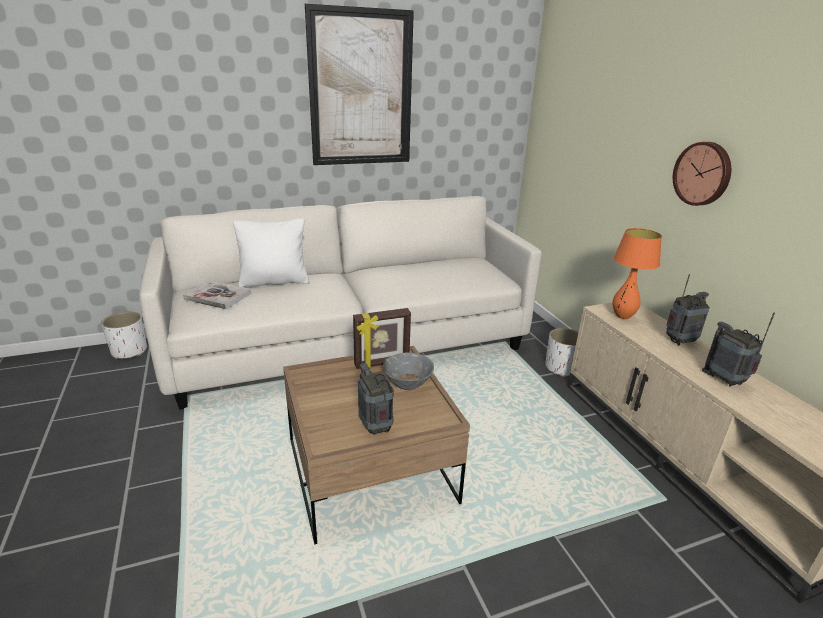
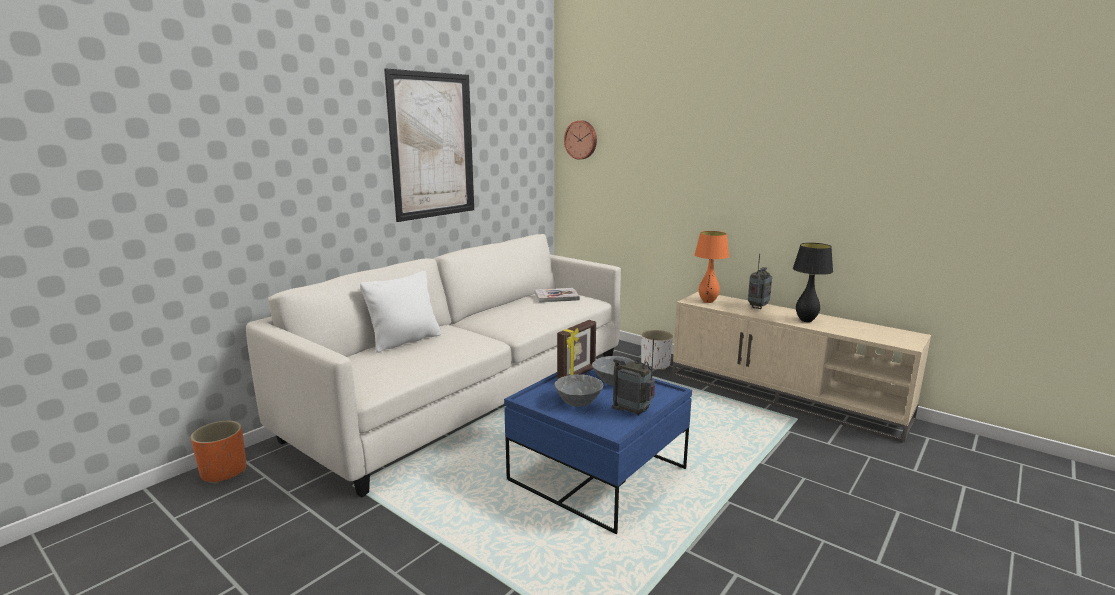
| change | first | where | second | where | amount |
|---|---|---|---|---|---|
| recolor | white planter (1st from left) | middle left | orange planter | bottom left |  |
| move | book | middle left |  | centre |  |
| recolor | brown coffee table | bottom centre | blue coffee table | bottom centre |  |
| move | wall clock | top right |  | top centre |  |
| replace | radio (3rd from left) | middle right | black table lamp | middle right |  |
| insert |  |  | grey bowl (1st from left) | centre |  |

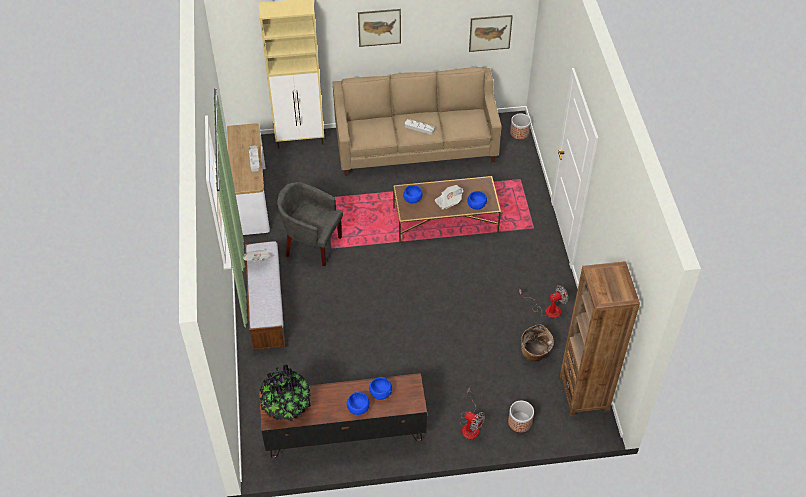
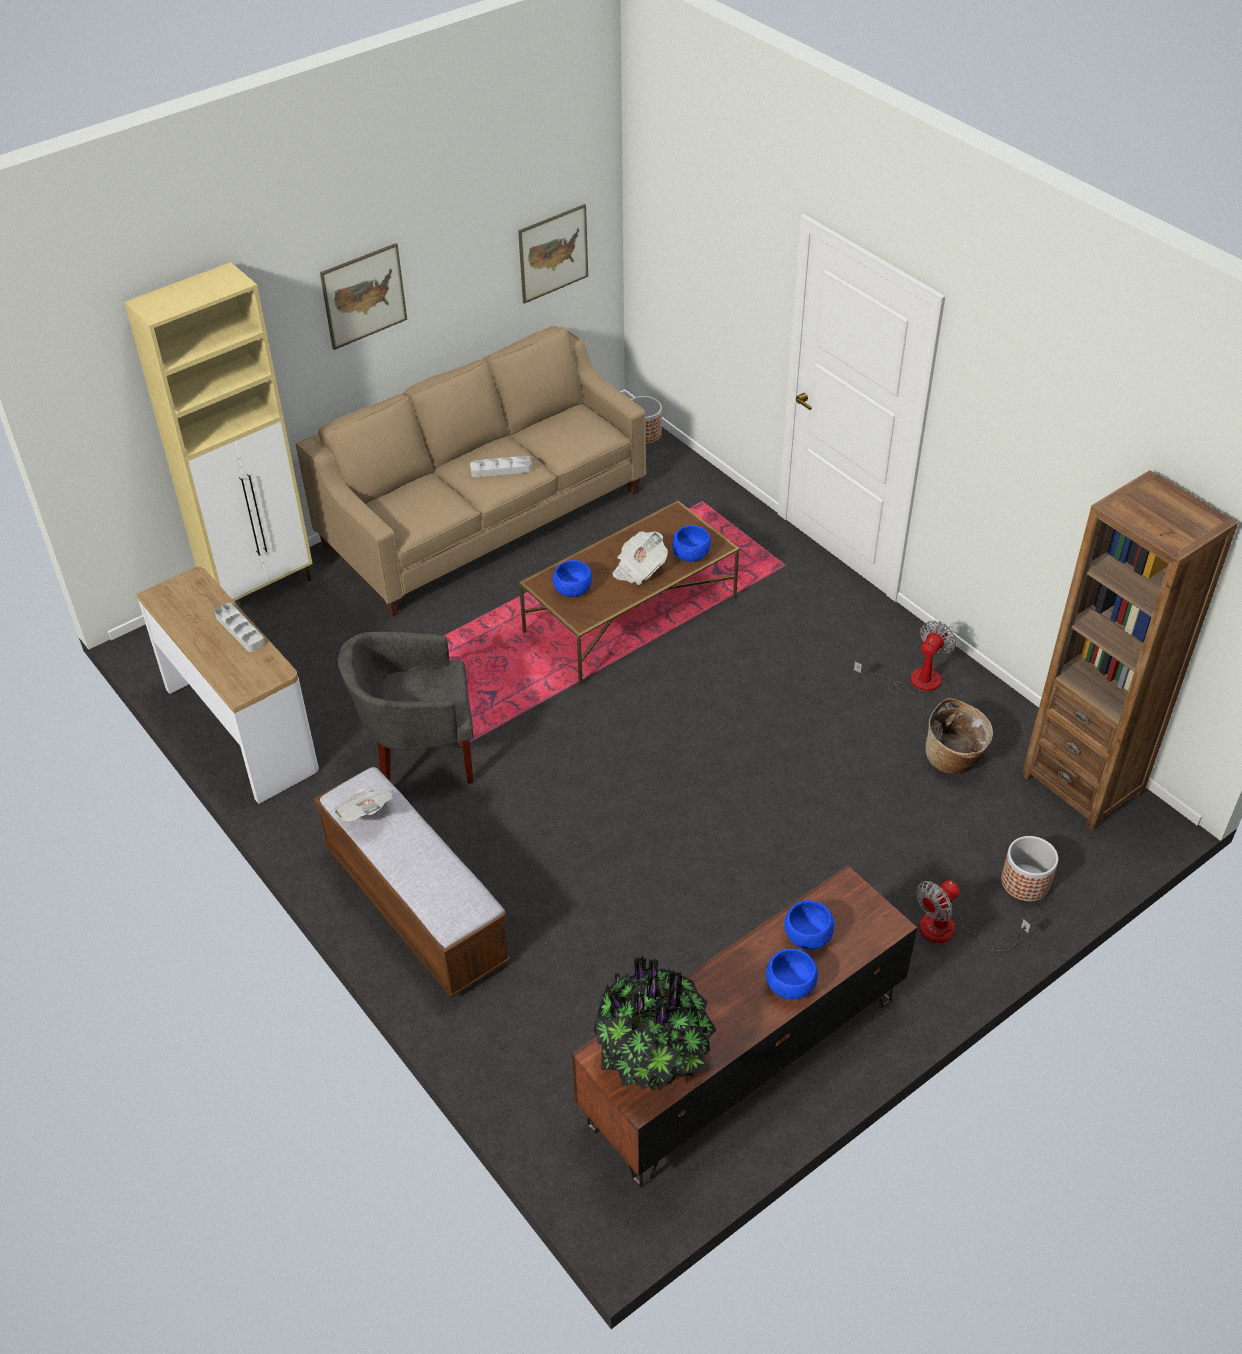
| change | first | where | second | where | amount |
|---|---|---|---|---|---|
| rotate | fan (1st from left in the first image) | bottom centre | fan (2nd from left) | bottom right | 135 degrees clockwise |

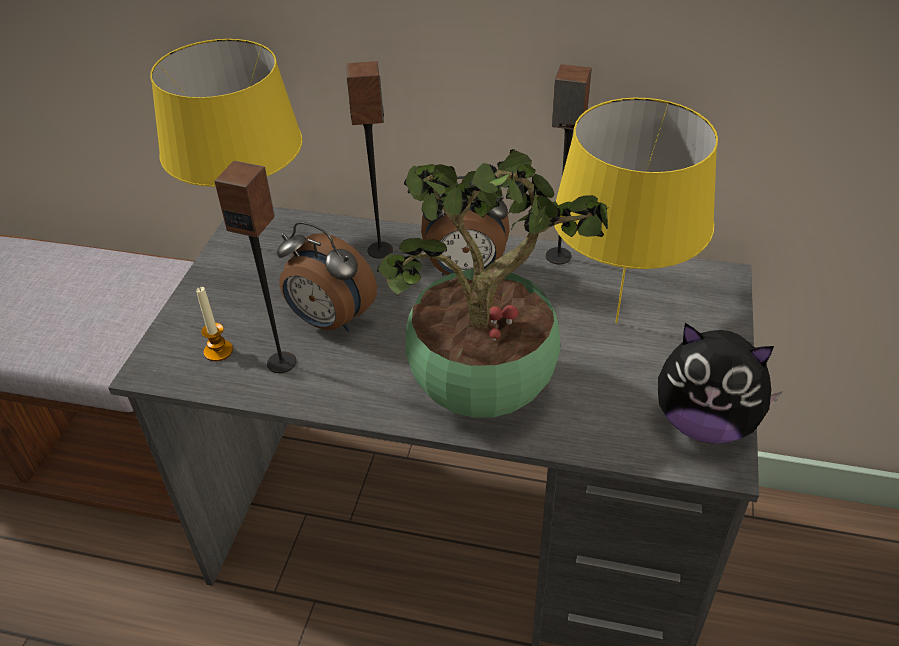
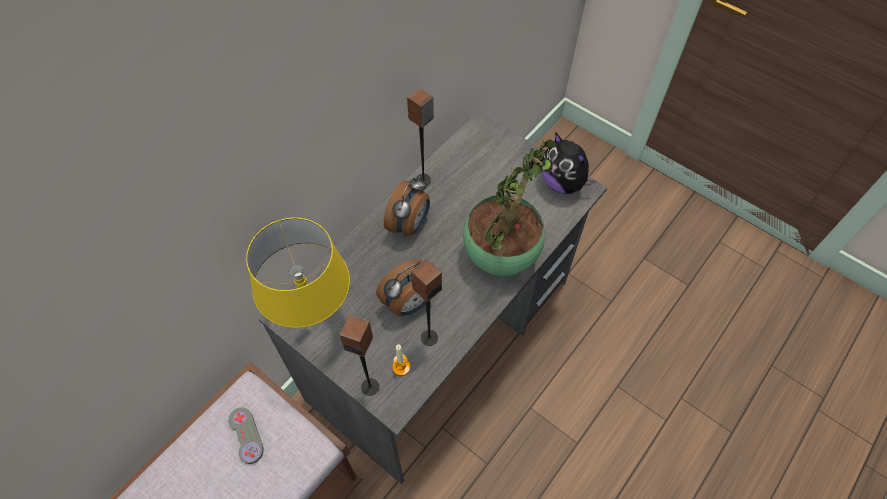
| change | first | where | second | where | amount |
|---|---|---|---|---|---|
| move | speaker (2nd from left in the first image) | top centre | speaker (1st from left) | bottom centre |  |
| delete | yellow table lamp (2nd from left) | top right |  |  |  |
| rotate | plush toy | middle right |  | top centre | 90 degrees clockwise |
| insert |  |  | grey game controller | bottom left |  |

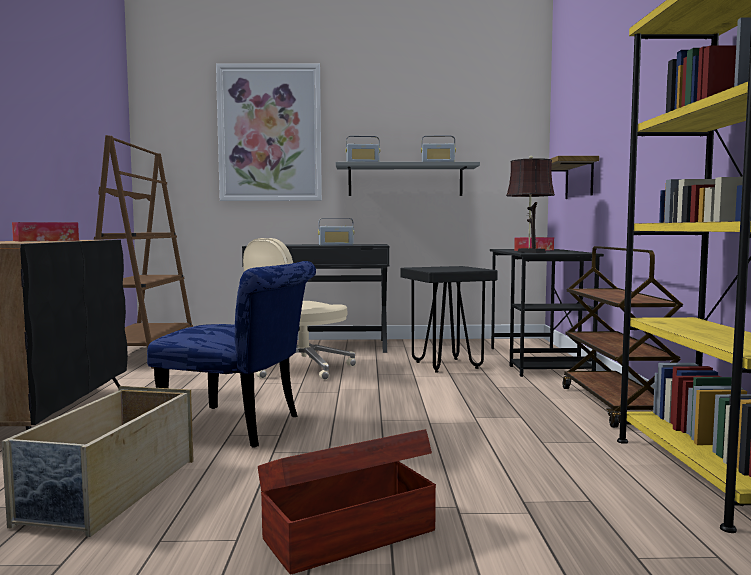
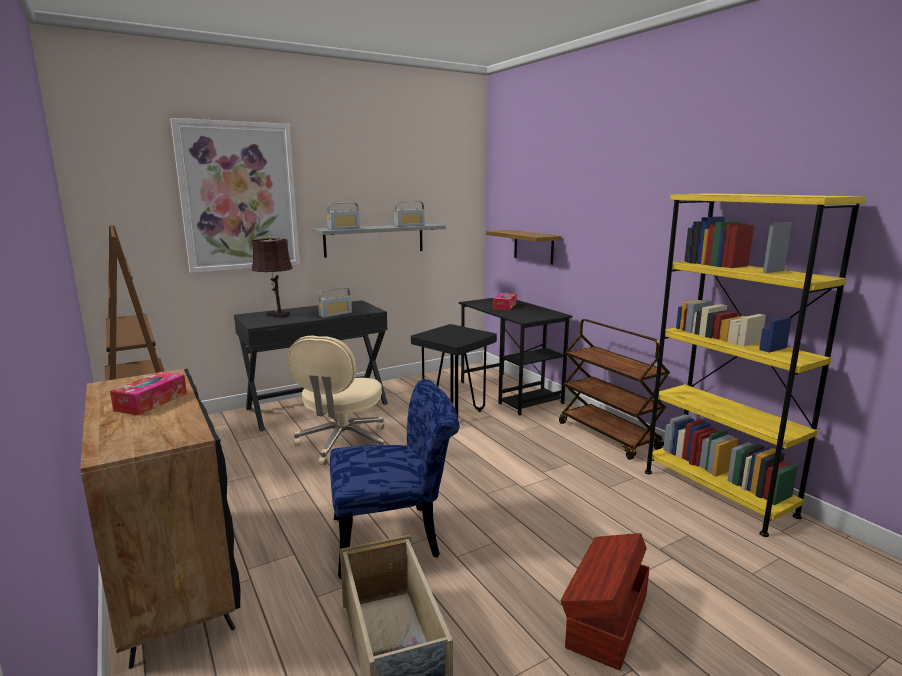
| change | first | where | second | where | amount |
|---|---|---|---|---|---|
| move | brown table lamp | middle right |  | middle left |  |

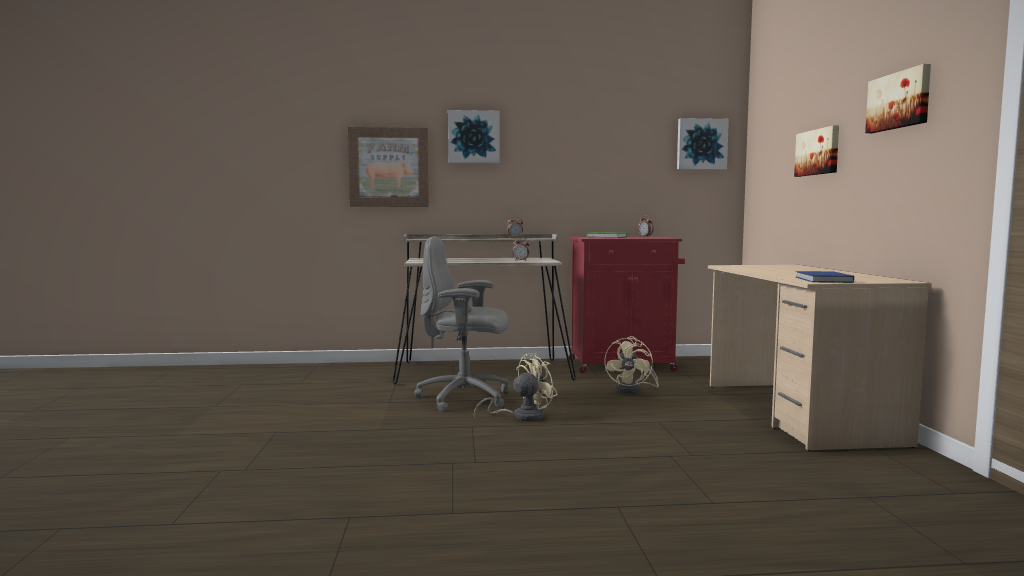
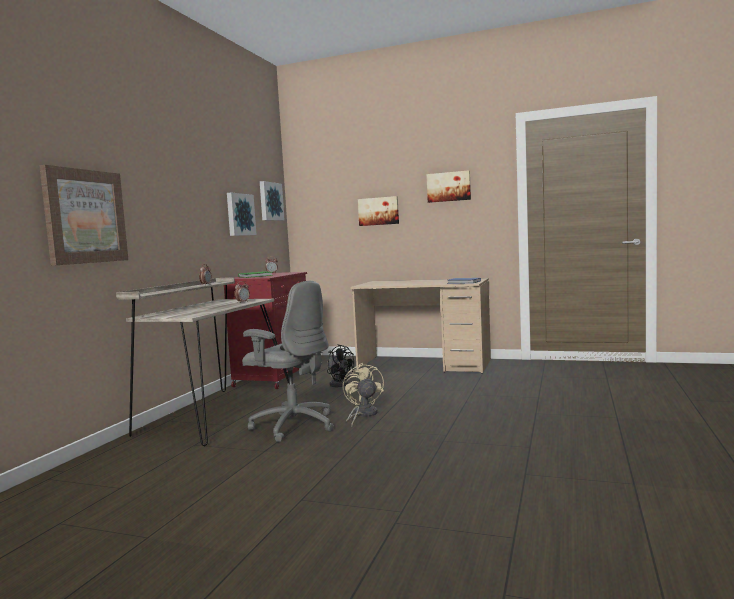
| change | first | where | second | where | amount |
|---|---|---|---|---|---|
| rotate | grey office chair | centre |  | centre | 90 degrees counterclockwise |
| move | picture (2nd from left) | top centre |  | middle left |  |
| recolor | beige fan (2nd from left) | centre | black fan | centre |  |

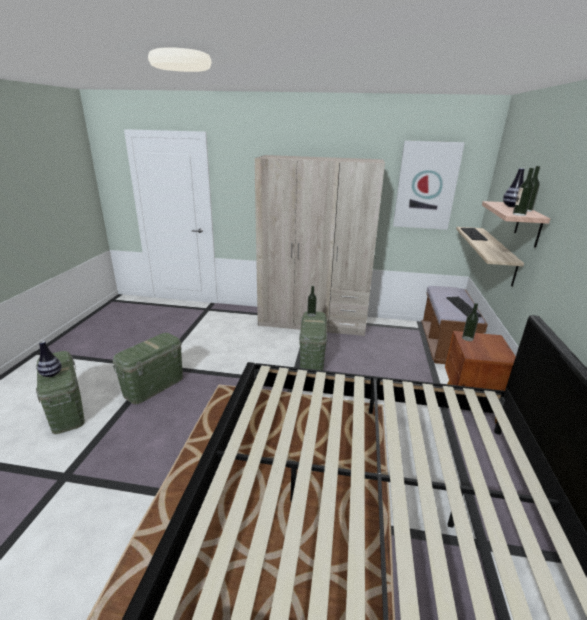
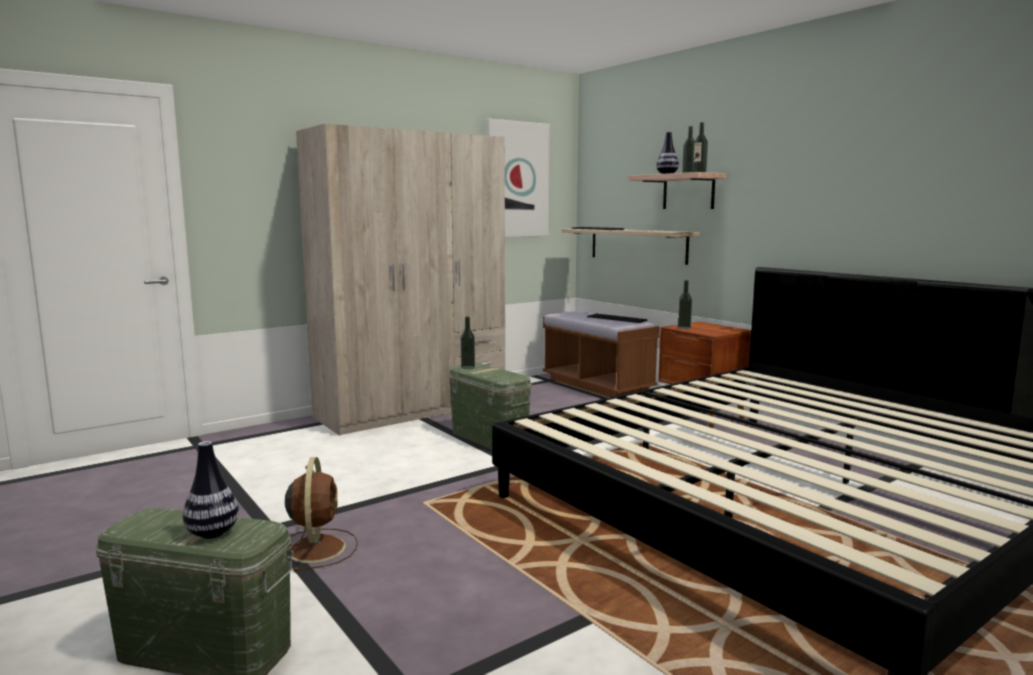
| change | first | where | second | where | amount |
|---|---|---|---|---|---|
| replace | green storage box (2nd from left) | middle left | brown fan | bottom left |  |

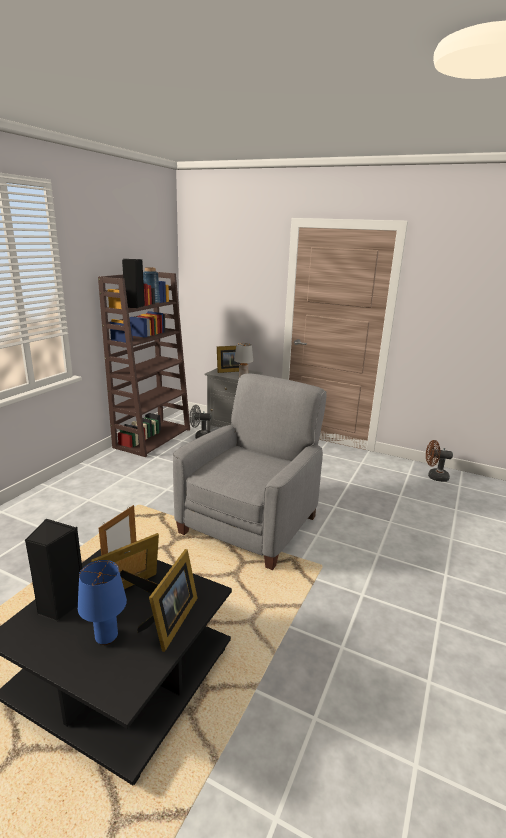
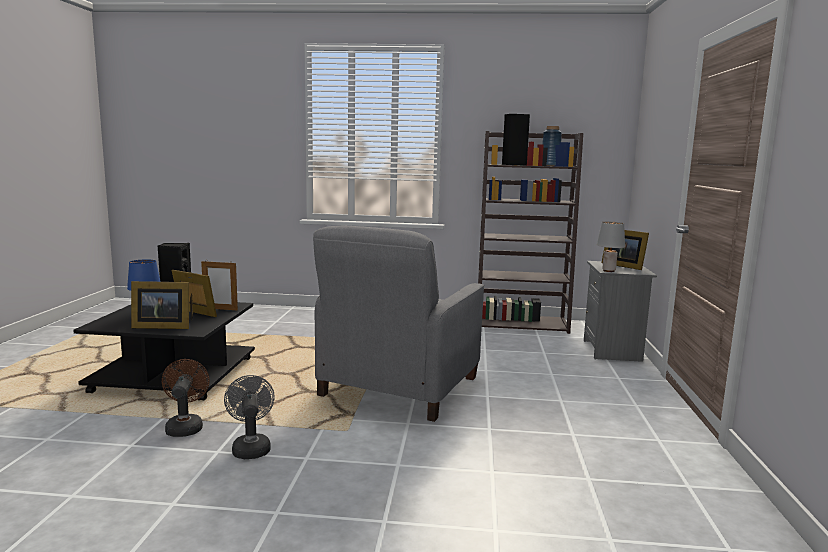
| change | first | where | second | where | amount |
|---|---|---|---|---|---|
| rotate | grey armchair | centre |  | centre | 105 degrees clockwise |
| move | grey fan | centre |  | bottom left |  |
| move | brown fan | middle right |  | bottom left |  |

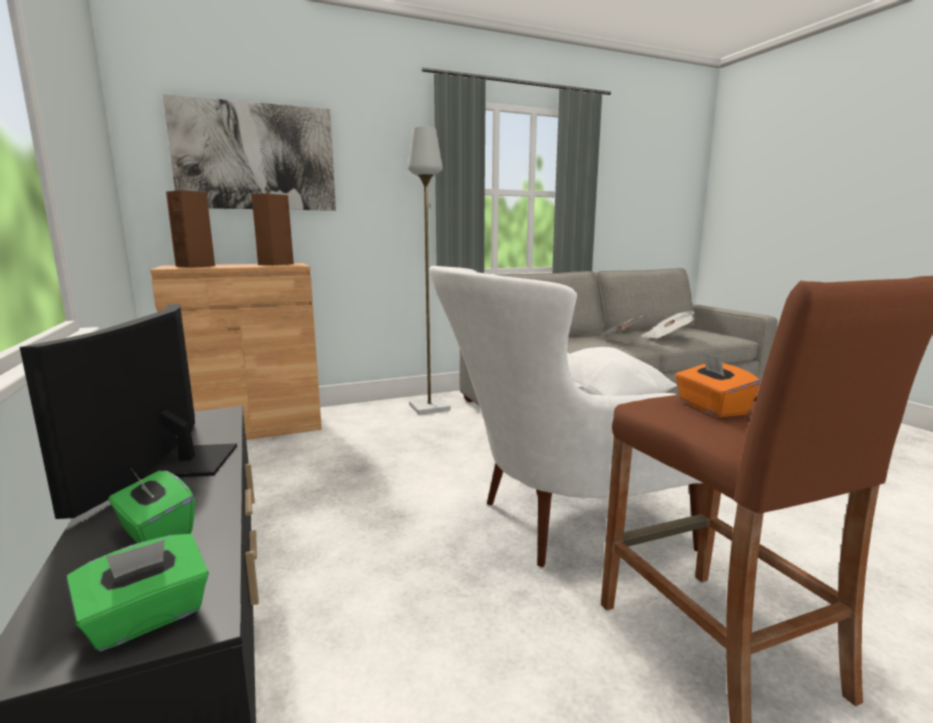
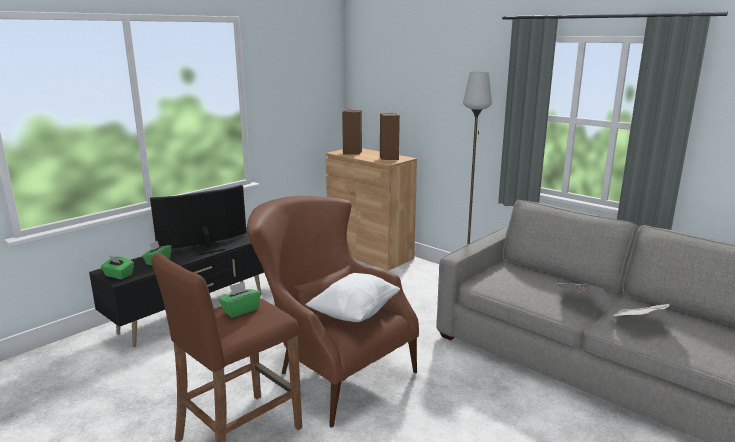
| change | first | where | second | where | amount |
|---|---|---|---|---|---|
| delete | picture | top left |  |  |  |
| recolor | white armchair | centre | brown armchair | bottom centre |  |
| recolor | orange tissue box | middle right | green tissue box (3rd from left) | bottom left |  |

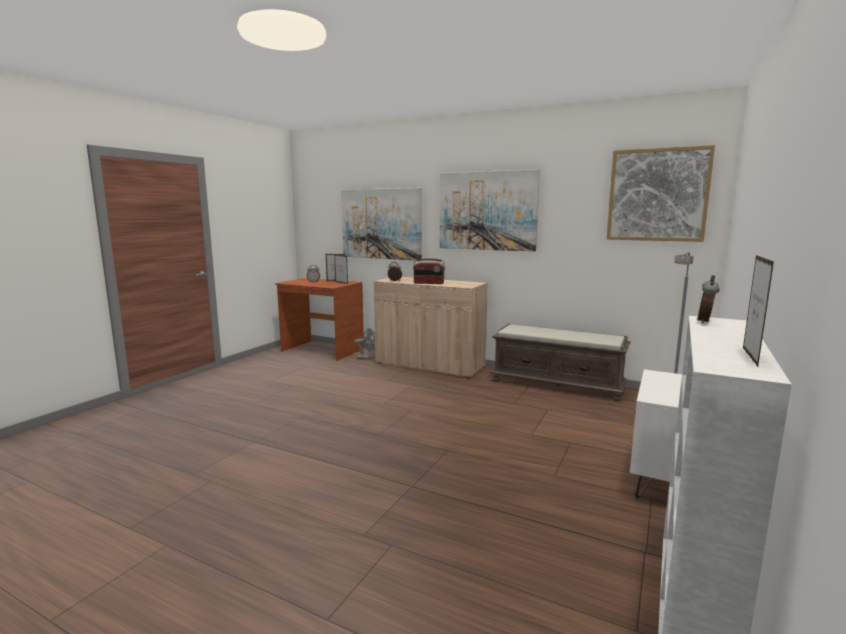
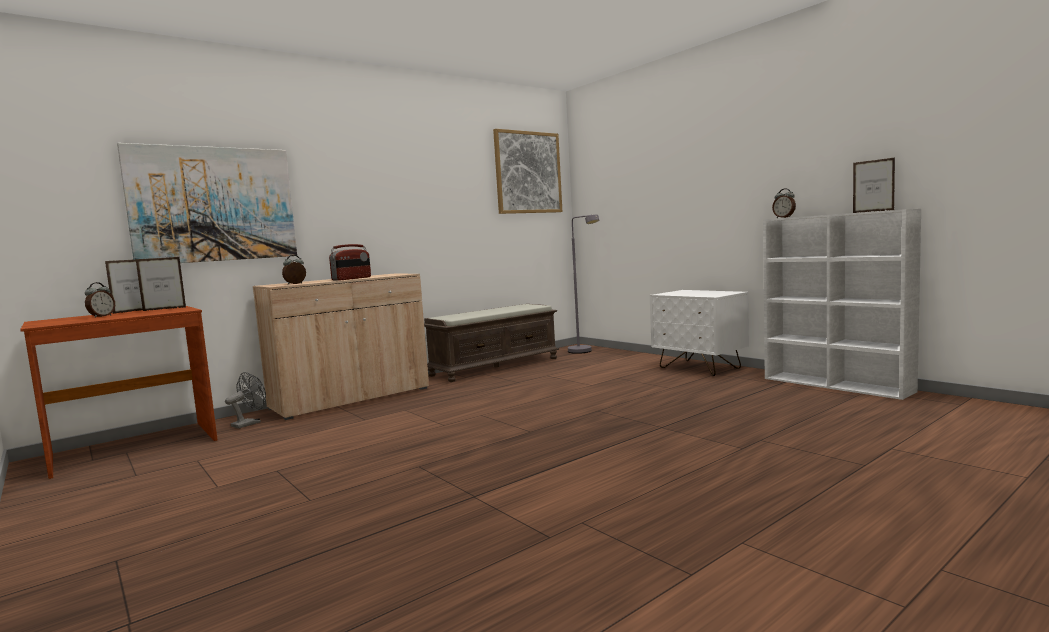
| change | first | where | second | where | amount |
|---|---|---|---|---|---|
| delete | picture (2nd from left) | top centre |  |  |  |

